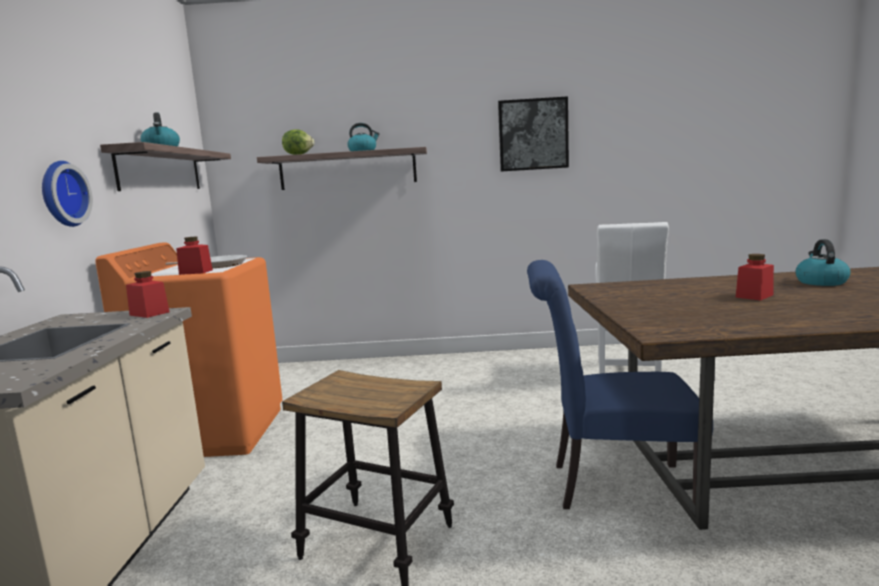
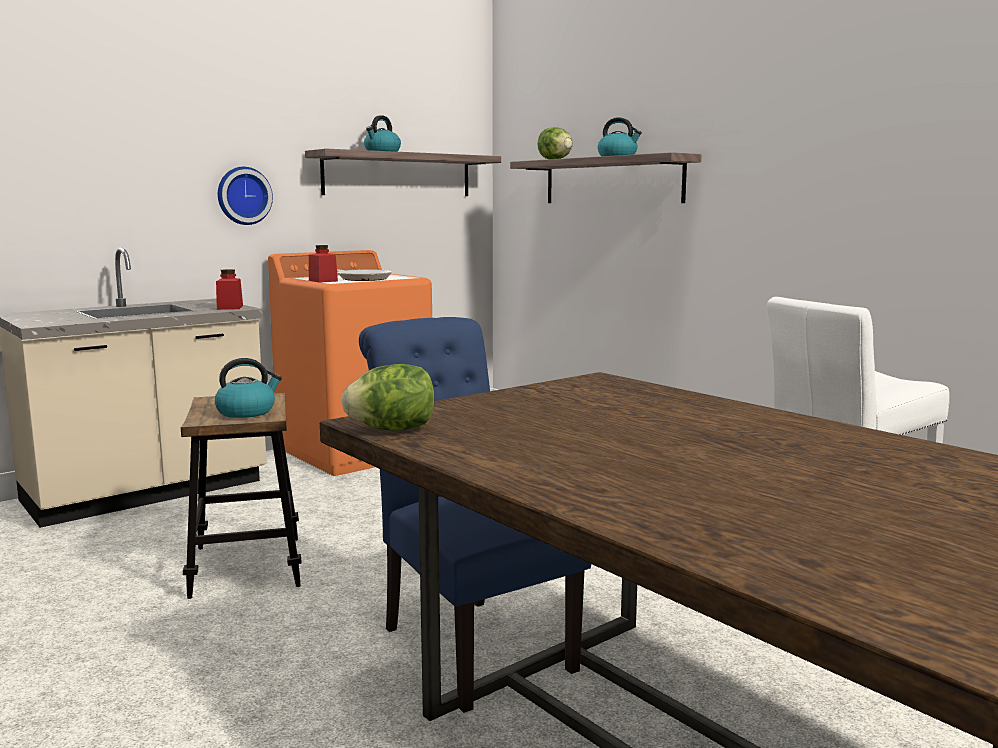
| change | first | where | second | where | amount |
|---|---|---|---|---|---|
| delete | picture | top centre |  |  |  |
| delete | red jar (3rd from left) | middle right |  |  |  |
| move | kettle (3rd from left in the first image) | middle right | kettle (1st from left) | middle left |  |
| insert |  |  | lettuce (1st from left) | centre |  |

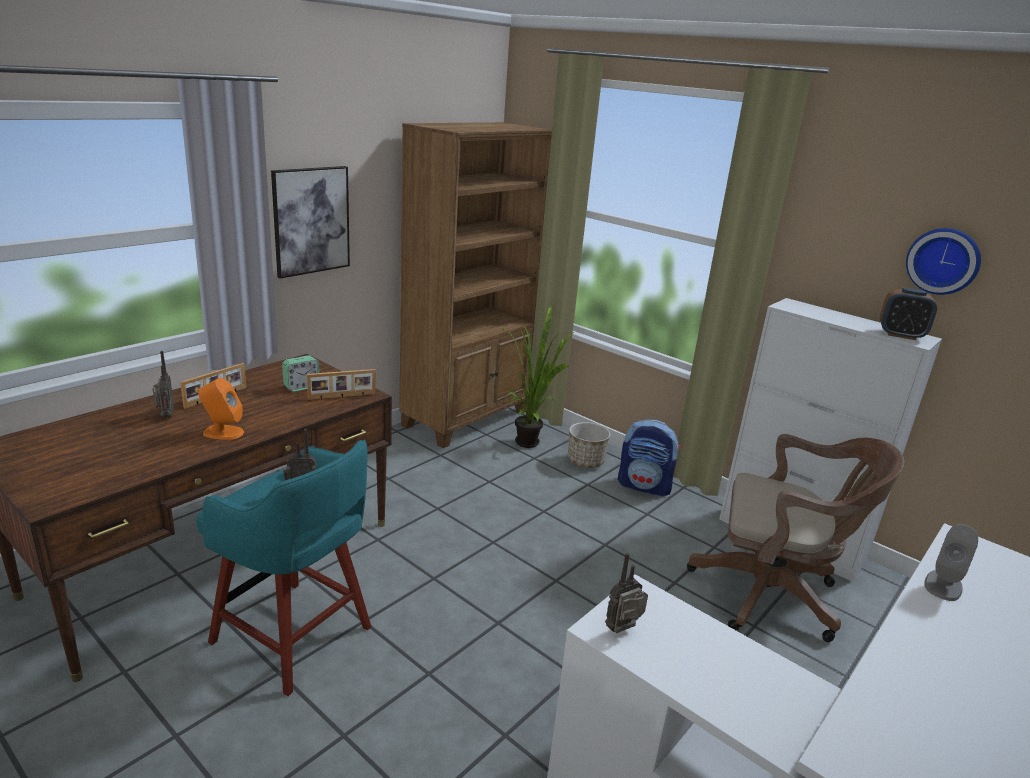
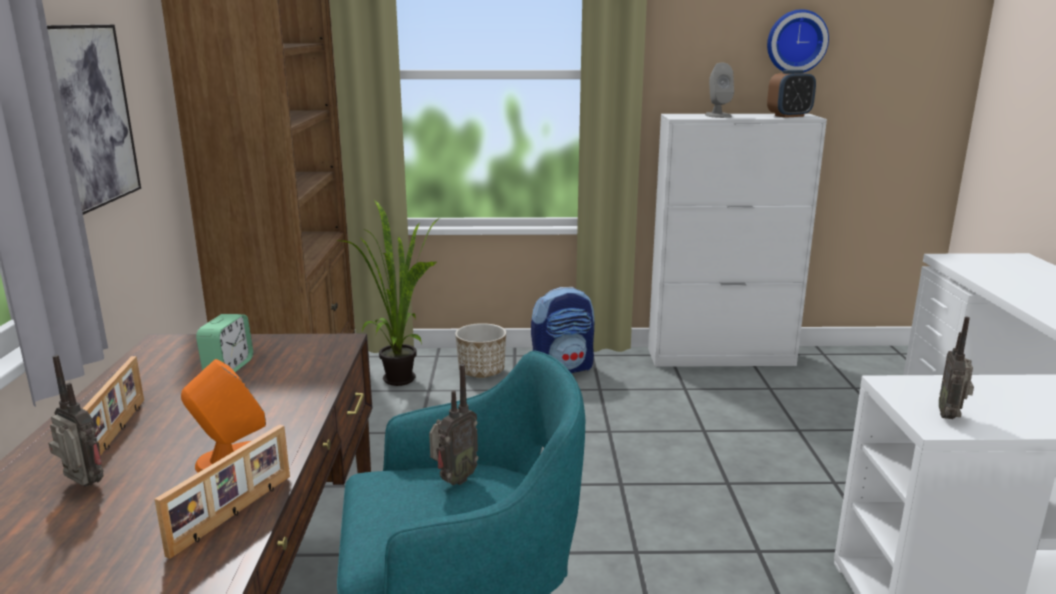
| change | first | where | second | where | amount |
|---|---|---|---|---|---|
| move | picture frame (2nd from left) | middle left |  | bottom left |  |
| delete | brown office chair | bottom right |  |  |  |
| move | grey speaker | bottom right |  | top right |  |

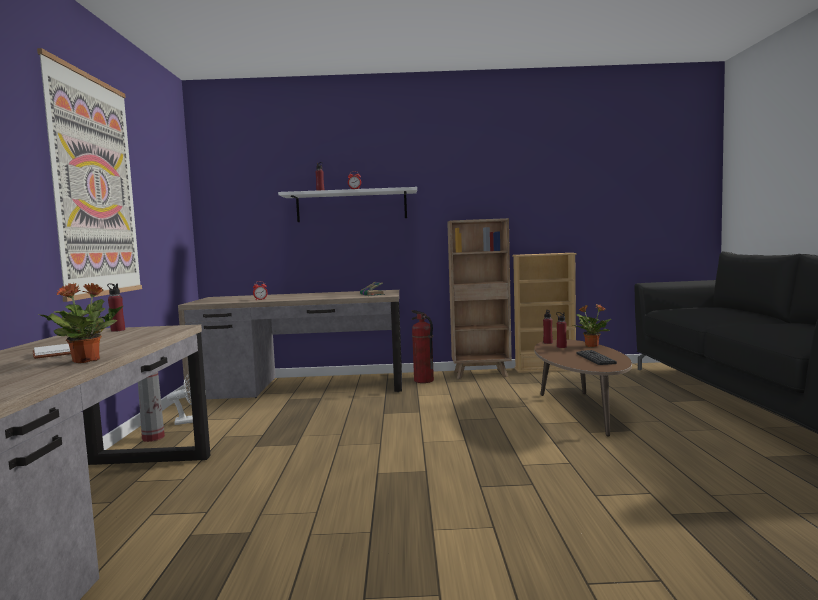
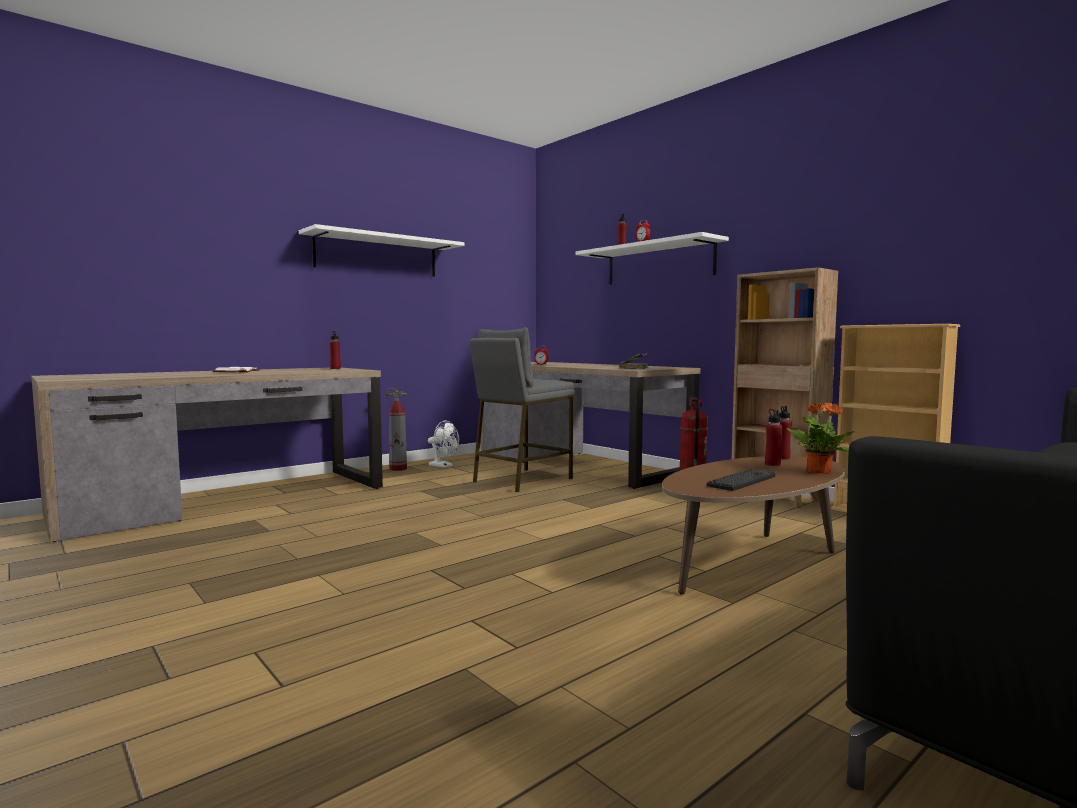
| change | first | where | second | where | amount |
|---|---|---|---|---|---|
| replace | picture | top left | white shelf (1st from left) | top centre |  |
| delete | potted plant (1st from left) | middle left |  |  |  |
| insert |  |  | grey stool | centre |  |

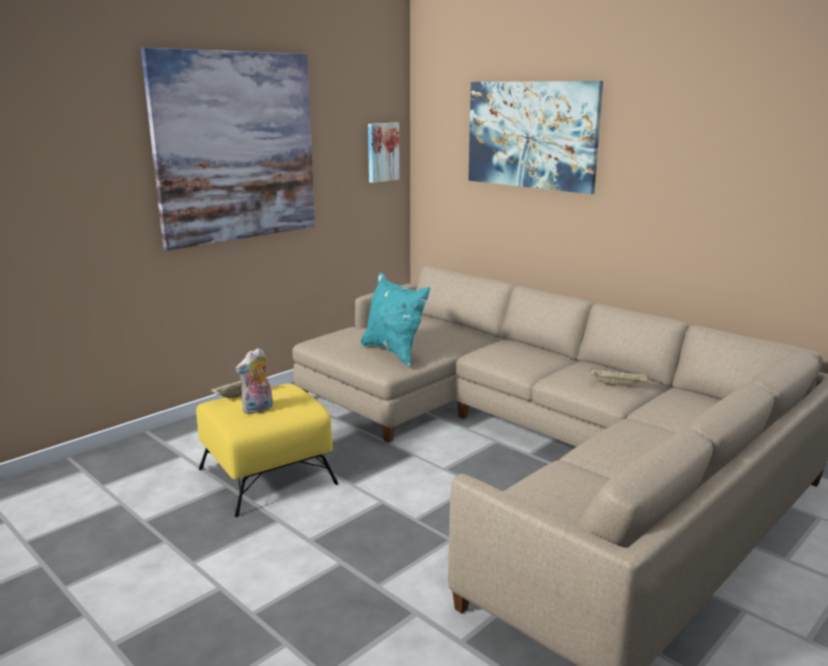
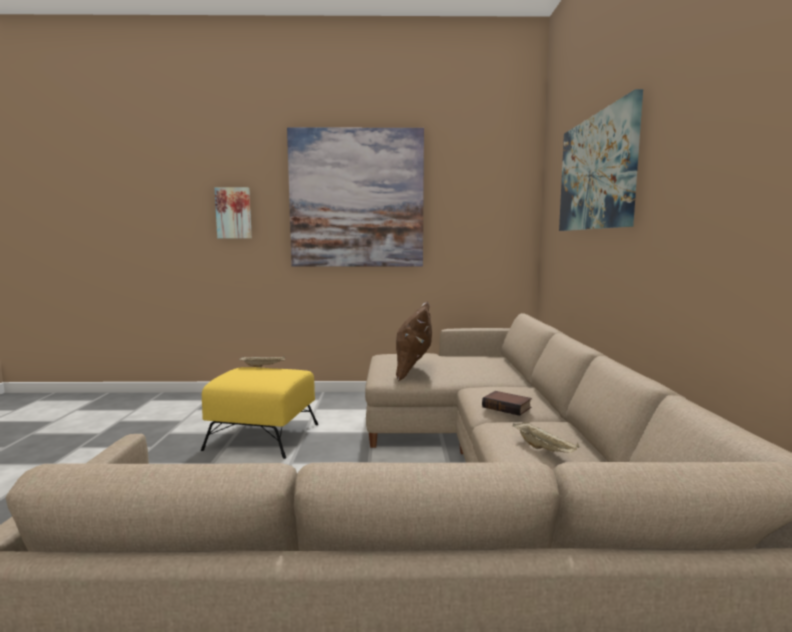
| change | first | where | second | where | amount |
|---|---|---|---|---|---|
| delete | plush toy | middle left |  |  |  |
| recolor | turquoise pillow | centre | brown pillow | centre |  |
| move | picture (2nd from left in the first image) | top centre | picture (1st from left) | middle left |  |
| insert |  |  | book | centre |  |

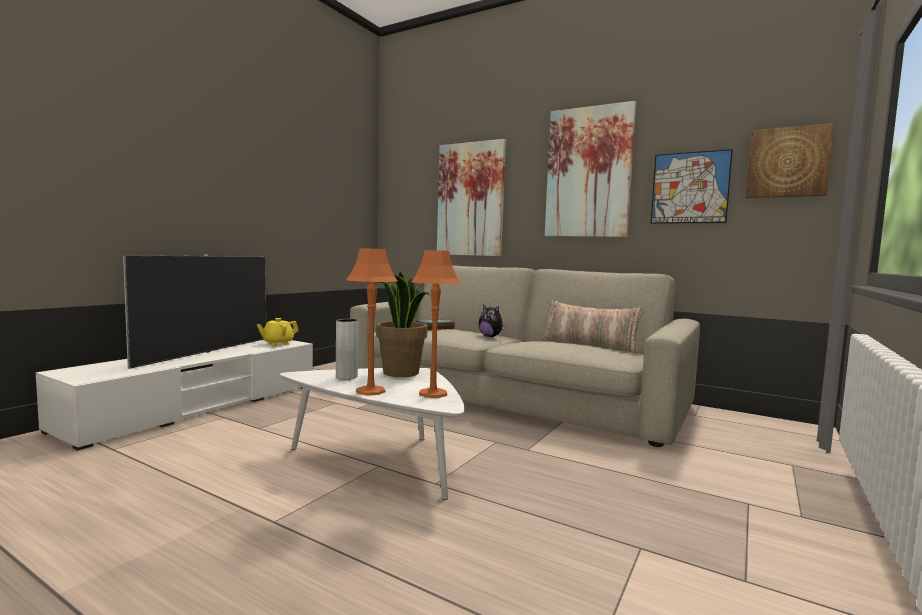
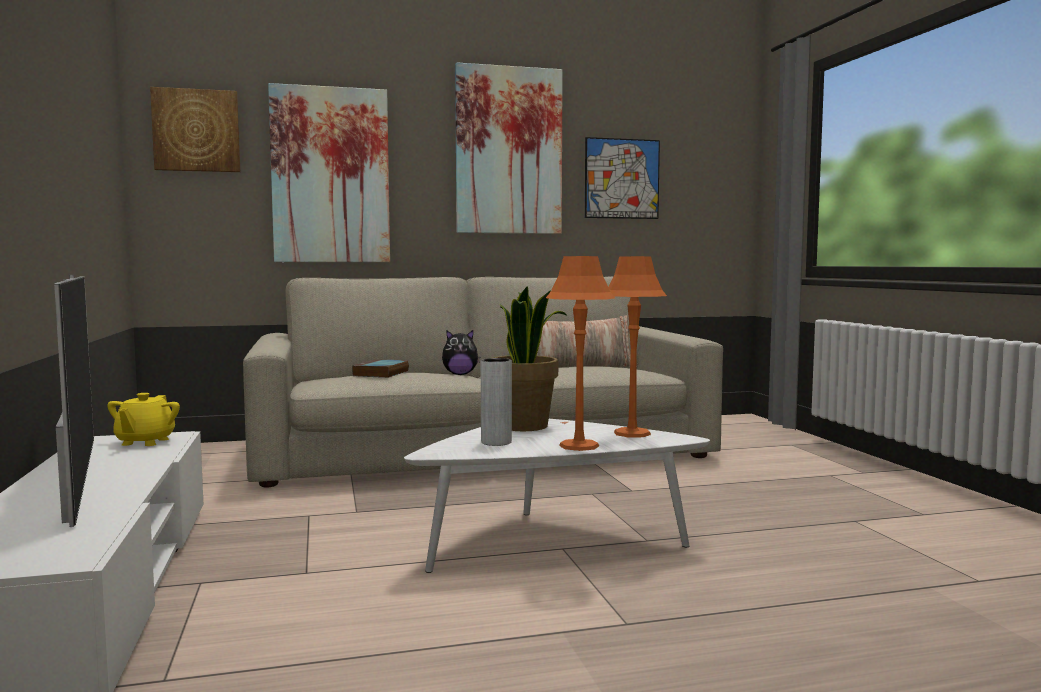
| change | first | where | second | where | amount |
|---|---|---|---|---|---|
| move | picture (4th from left in the first image) | top right | picture (1st from left) | top left |  |

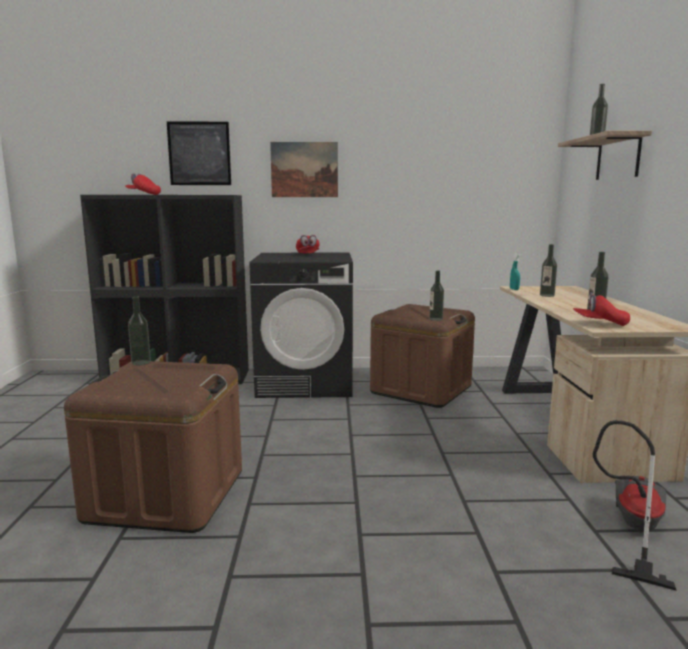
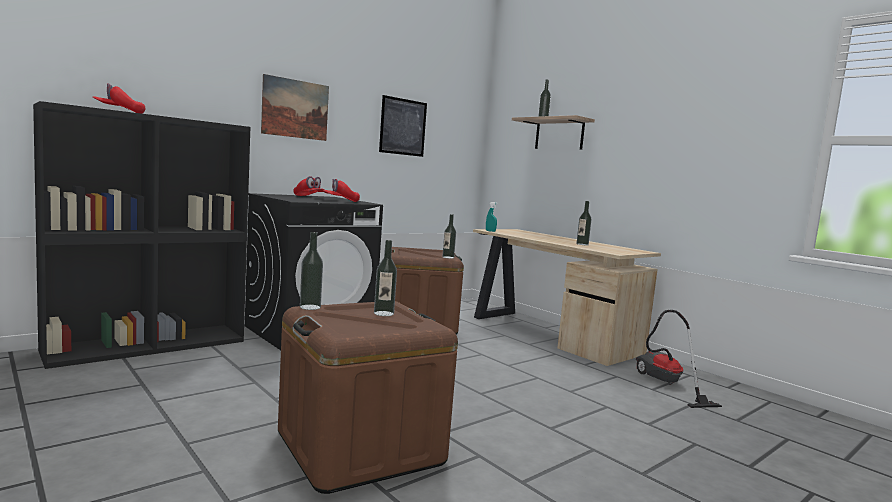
| change | first | where | second | where | amount |
|---|---|---|---|---|---|
| move | picture (1st from left in the first image) | top left | picture (2nd from left) | top centre |  |
| move | bottle (3rd from left in the first image) | middle right | bottle (2nd from left) | centre |  |
| move | red cap (3rd from left) | middle right |  | centre |  |

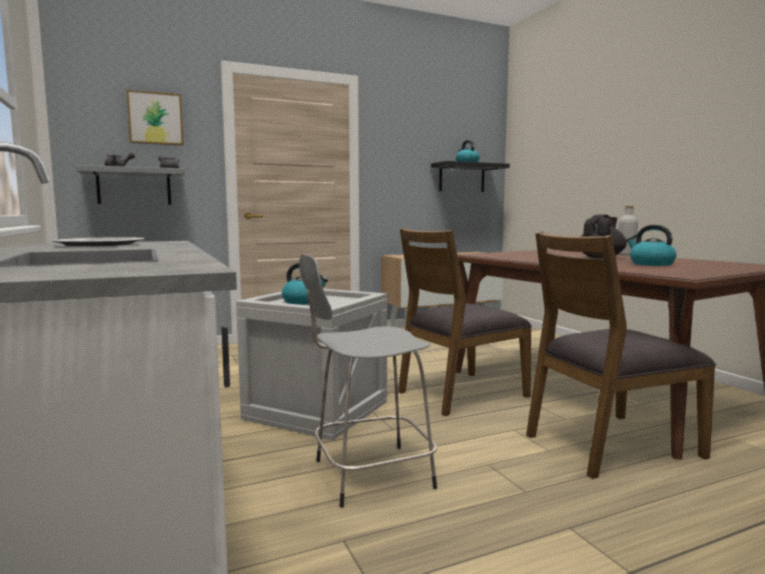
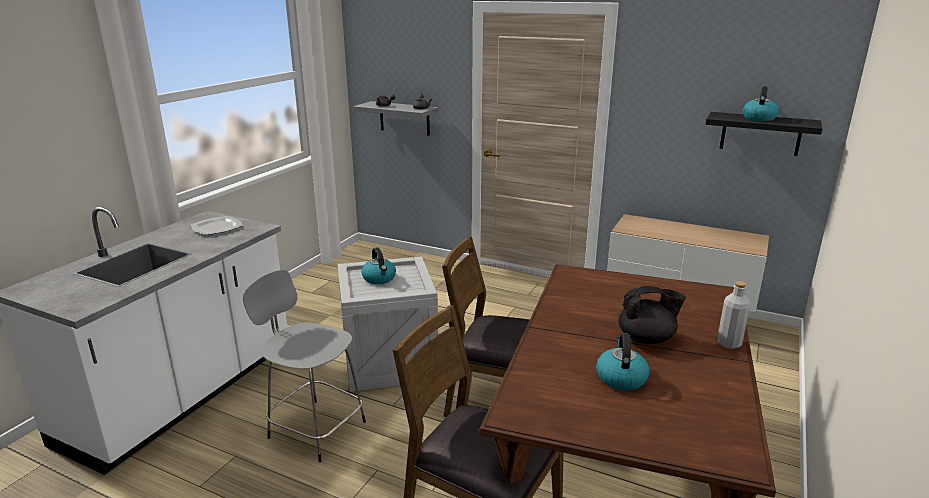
| change | first | where | second | where | amount |
|---|---|---|---|---|---|
| delete | picture | top left |  |  |  |

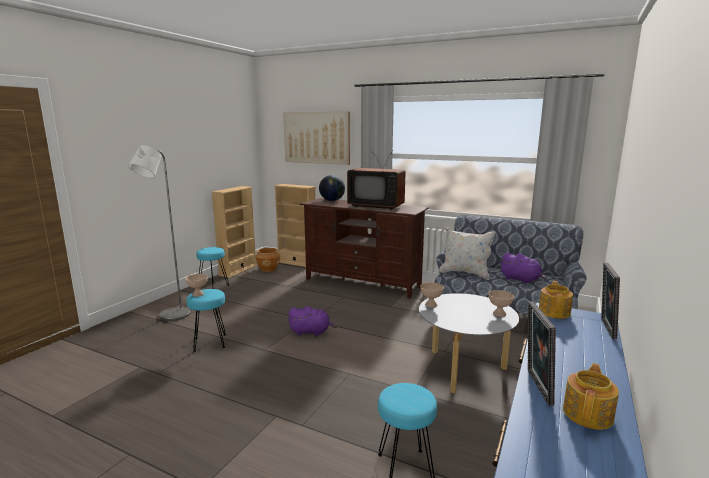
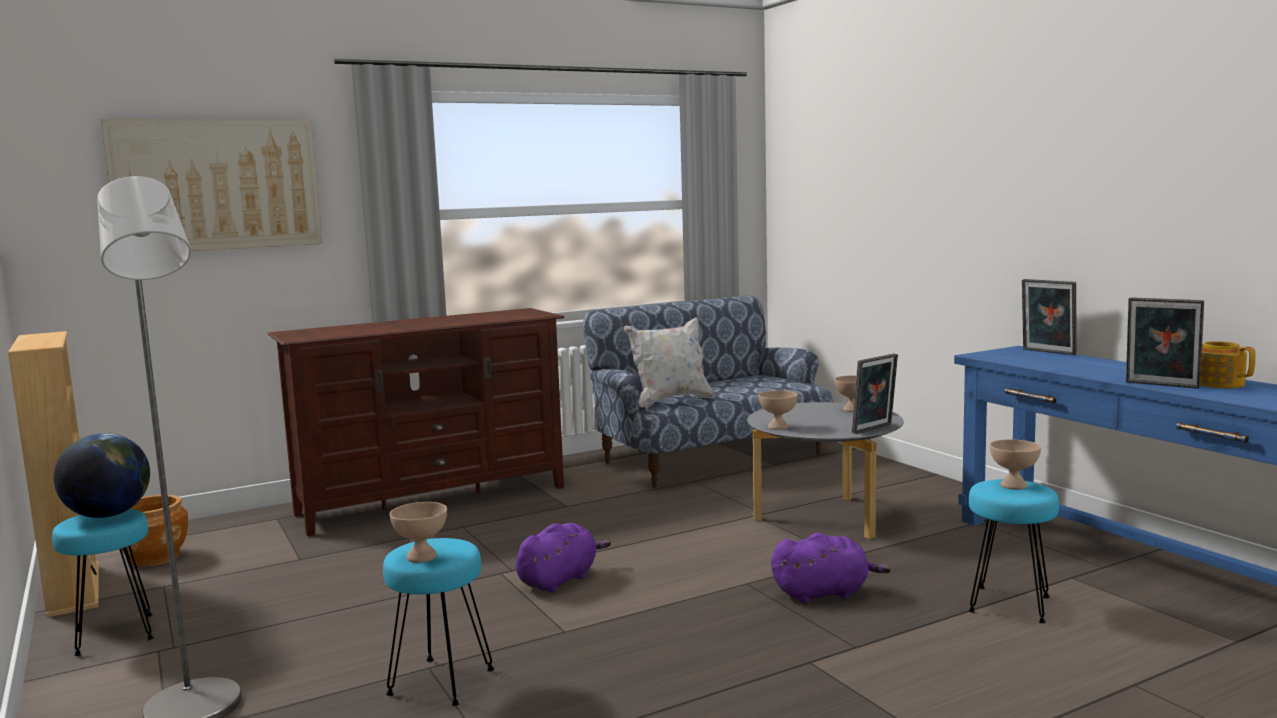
| change | first | where | second | where | amount |
|---|---|---|---|---|---|
| delete | beige bookcase (2nd from left) | centre |  |  |  |
| move | globe | centre |  | middle left |  |
| delete | television | centre |  |  |  |
| move | purple plush toy (2nd from left) | middle right |  | bottom centre |  |
| delete | teapot (1st from left) | middle right |  |  |  |
| insert |  |  | picture frame (1st from left) | middle right |  |
| insert |  |  | beige bowl (4th from left) | middle right |  |

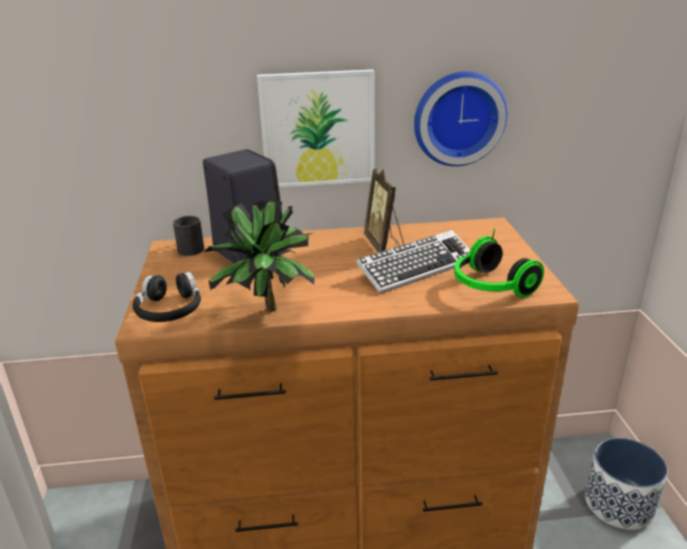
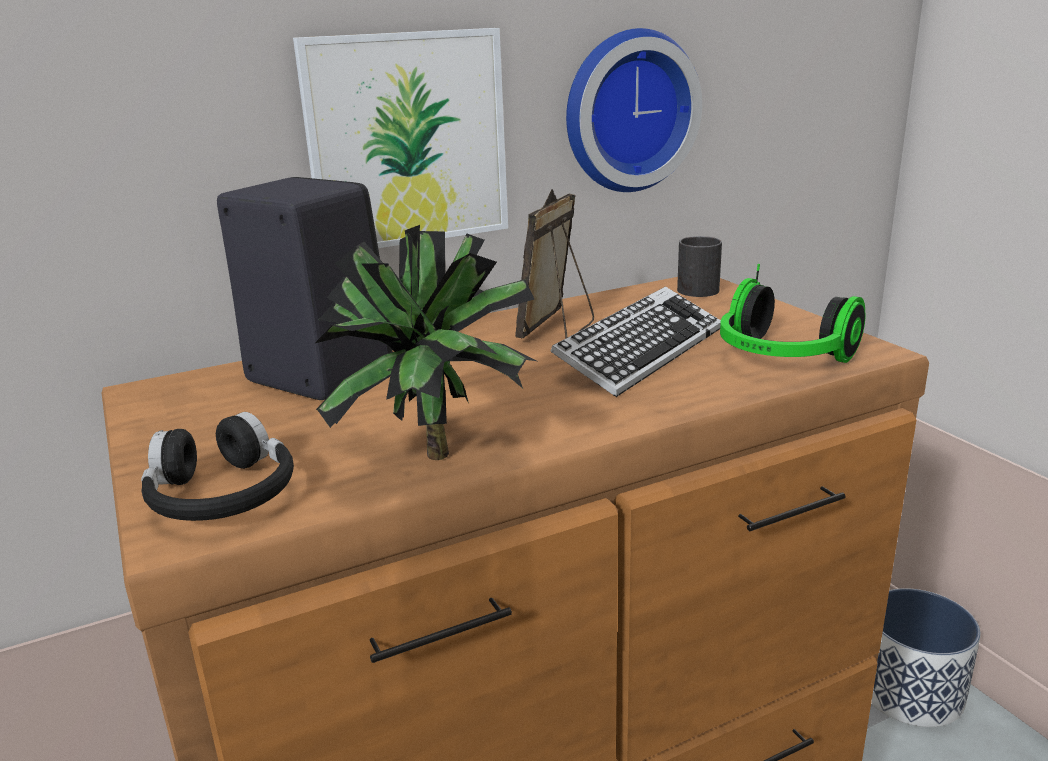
| change | first | where | second | where | amount |
|---|---|---|---|---|---|
| move | black mug | middle left |  | middle right |  |
| rotate | picture frame | centre |  | centre | 60 degrees clockwise |

